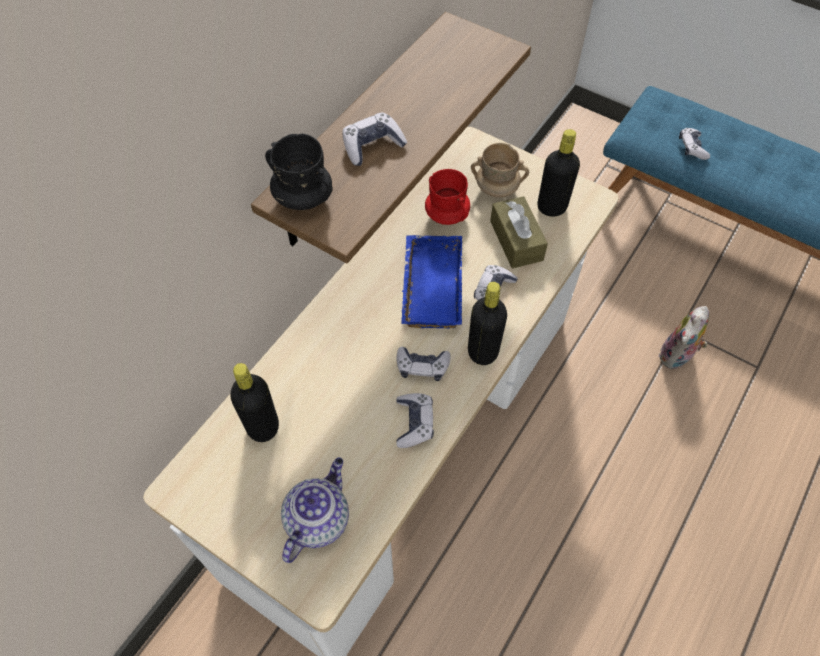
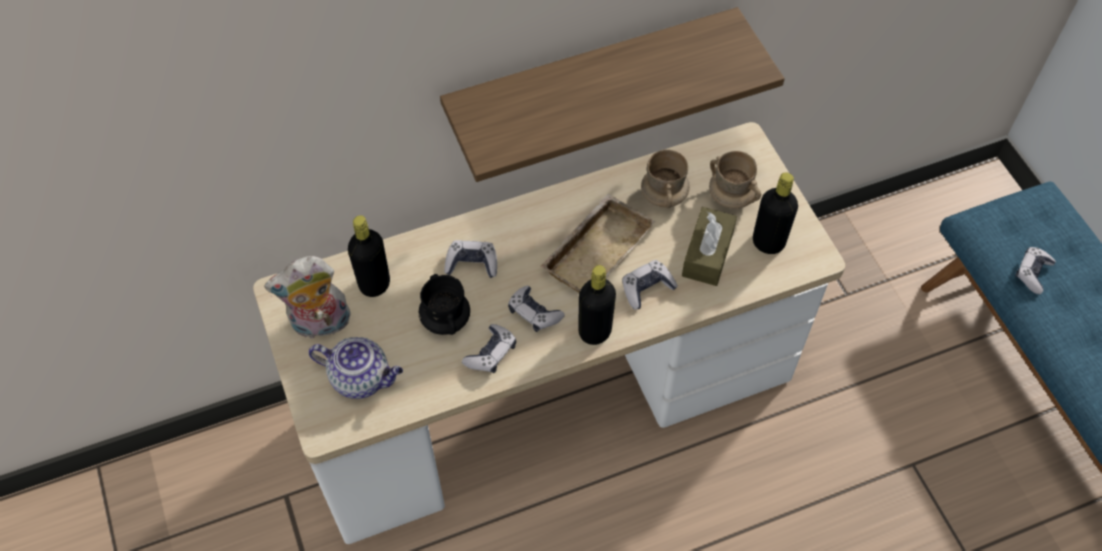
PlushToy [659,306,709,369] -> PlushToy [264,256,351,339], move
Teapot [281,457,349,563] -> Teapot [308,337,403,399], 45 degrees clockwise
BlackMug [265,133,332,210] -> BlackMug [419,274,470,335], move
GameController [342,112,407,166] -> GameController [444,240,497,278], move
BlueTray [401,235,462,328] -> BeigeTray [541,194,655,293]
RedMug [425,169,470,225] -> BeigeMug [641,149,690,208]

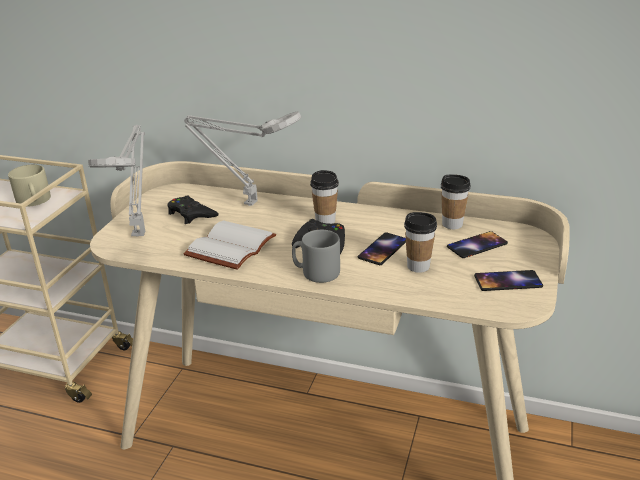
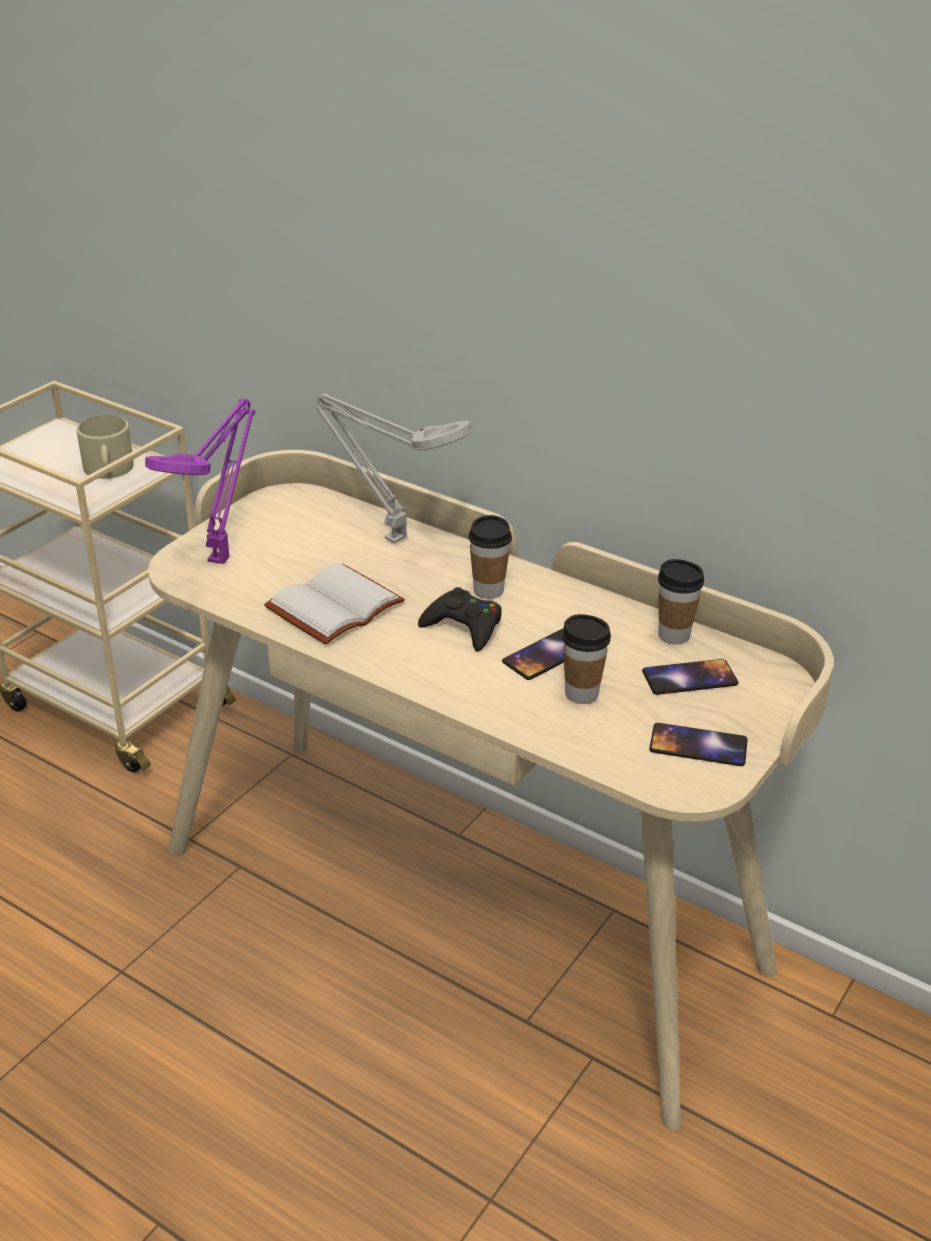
GreyTableLamp [88,125,145,237] -> PurpleTableLamp [145,398,255,564]
BlackGameController [167,196,219,224] -> none
GreyMug [292,230,340,283] -> none

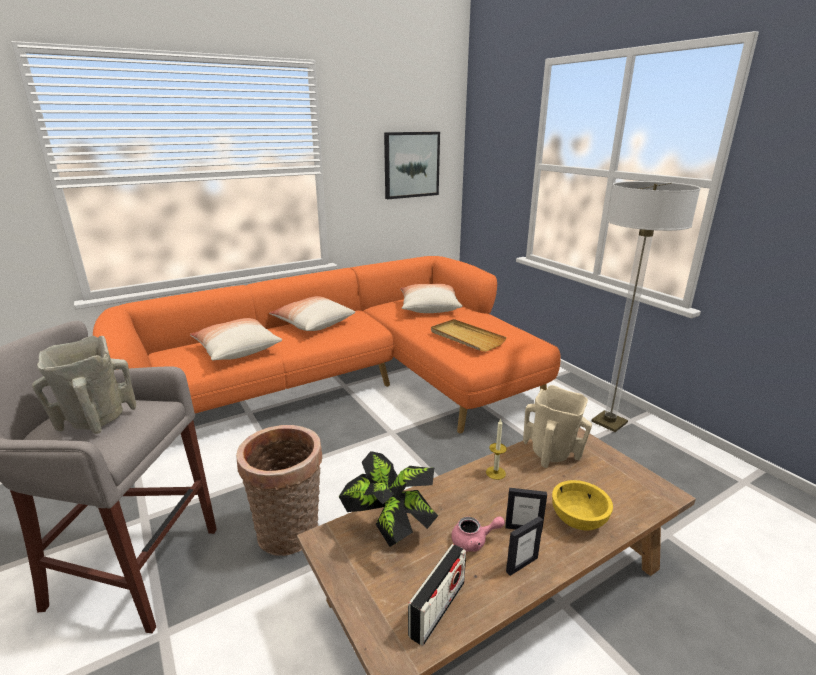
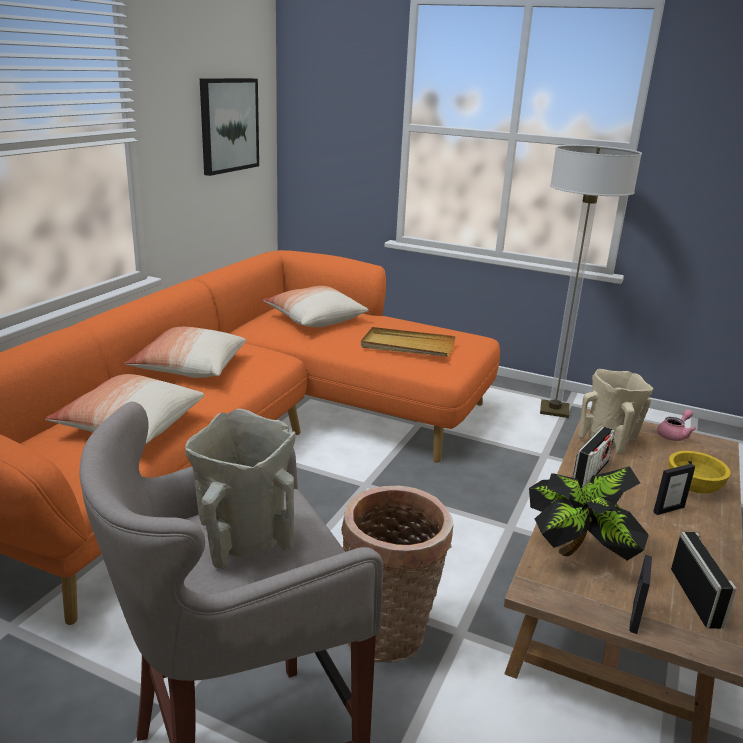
Candle [486,419,507,480] -> Radio [573,427,615,488]
PictureFrame [506,517,543,576] -> PictureFrame [629,555,652,634], move
PinkTeapot [451,516,505,552] -> PinkTeapot [657,409,696,441], move

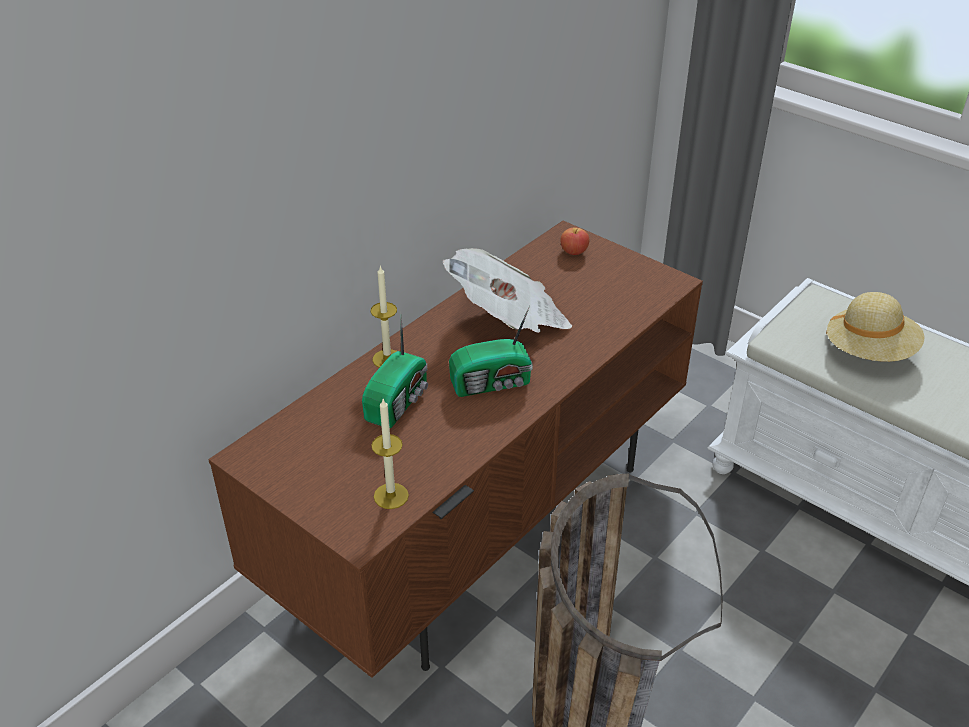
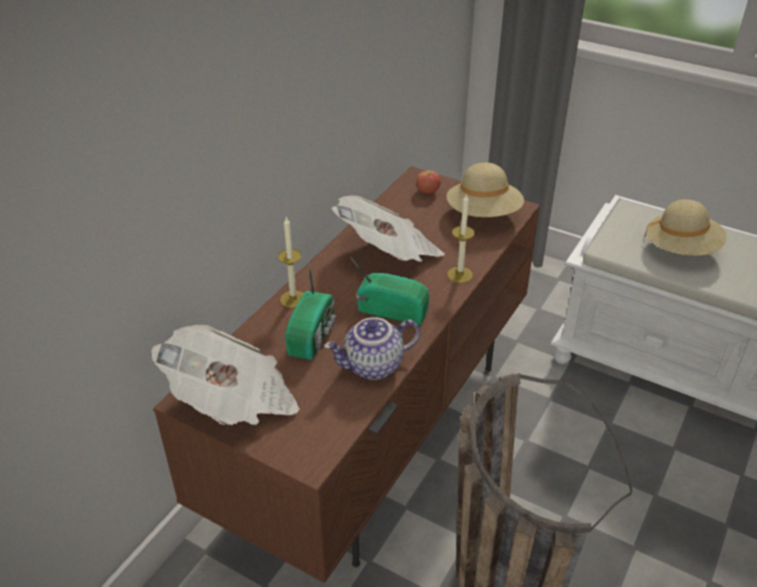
none -> Newspaper [151,325,300,426]
none -> Teapot [324,317,420,380]
Radio [449,305,533,397] -> Radio [350,257,429,325], 135 degrees counterclockwise
none -> BeigeHat [447,162,524,217]
Candle [371,399,409,509] -> Candle [447,193,475,283], move

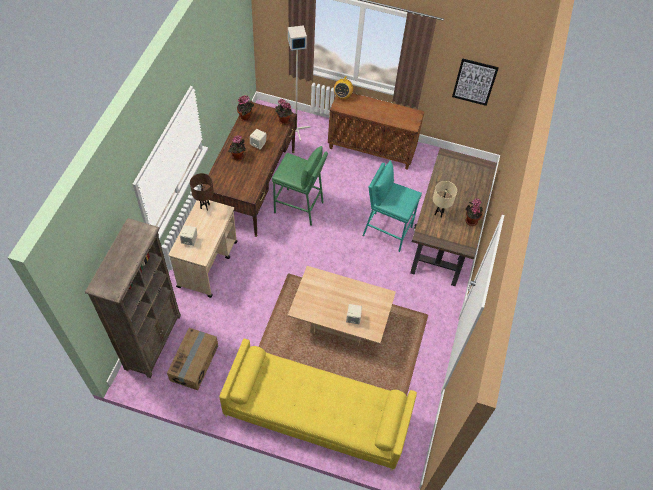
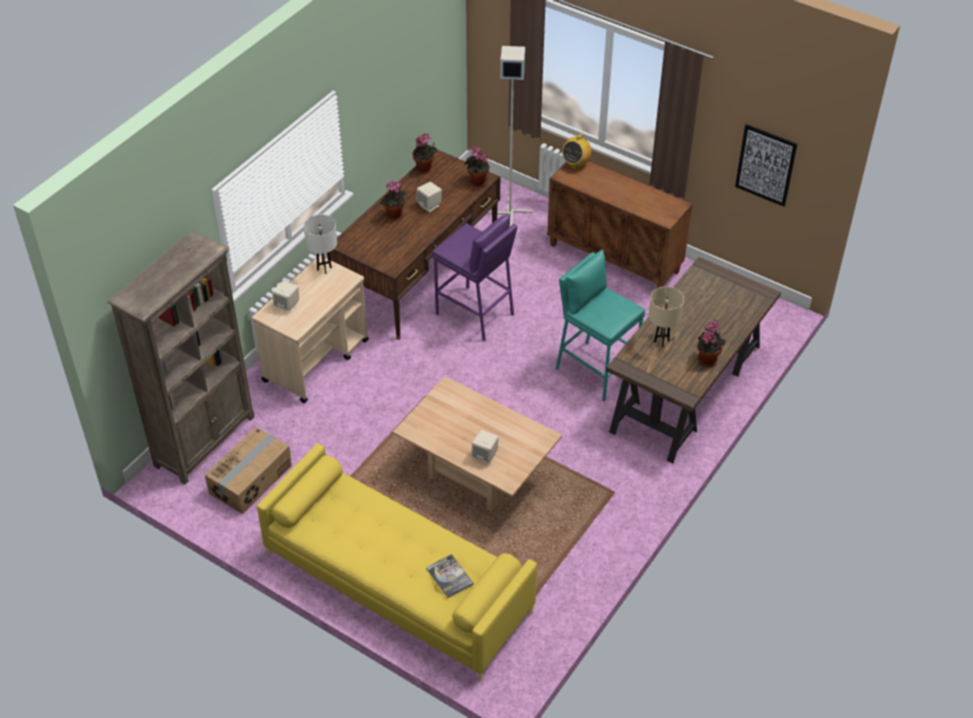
BrownTableLamp [190,173,214,211] -> WhiteTableLamp [304,214,337,274]
none -> Book [426,554,474,598]
GreenStool [272,146,328,226] -> PurpleStool [432,214,517,341]

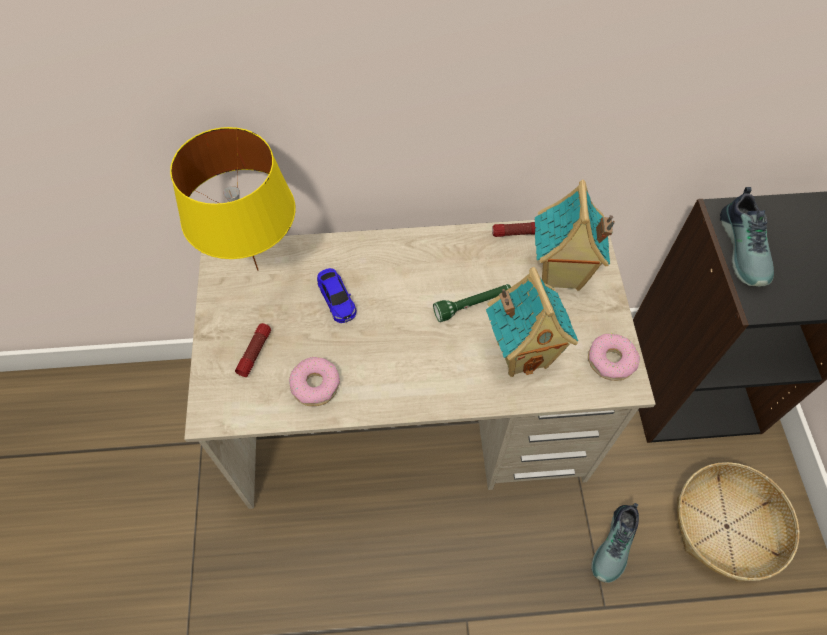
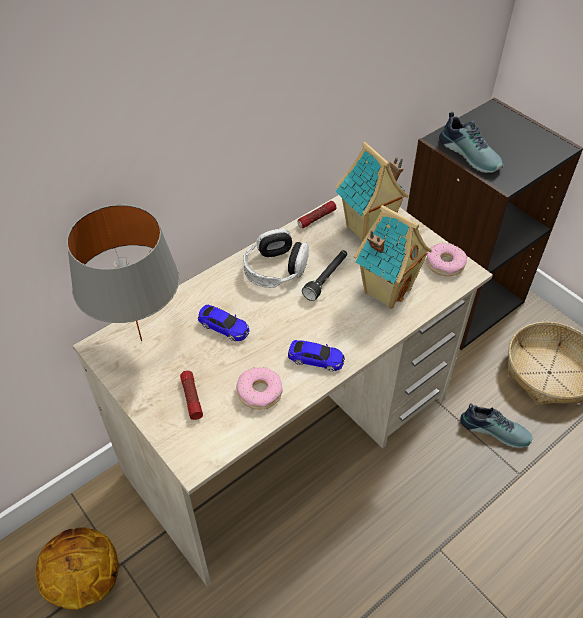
none -> Basketball [35,527,119,610]
YellowTableLamp [170,127,295,271] -> GreyTableLamp [67,204,180,341]
none -> Headphones [243,229,309,288]
none -> ToyCar [288,340,345,371]
GreenFlashlight [433,284,511,322] -> BlackFlashlight [302,250,347,301]
Shoe [591,503,639,583] -> Shoe [460,403,533,448], 60 degrees counterclockwise

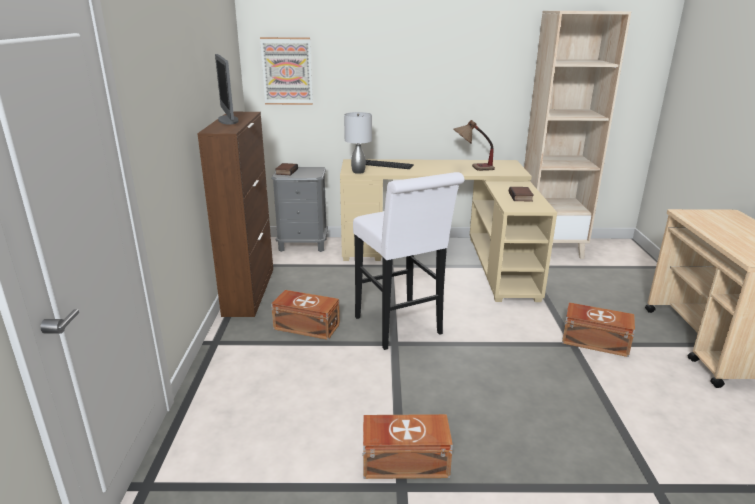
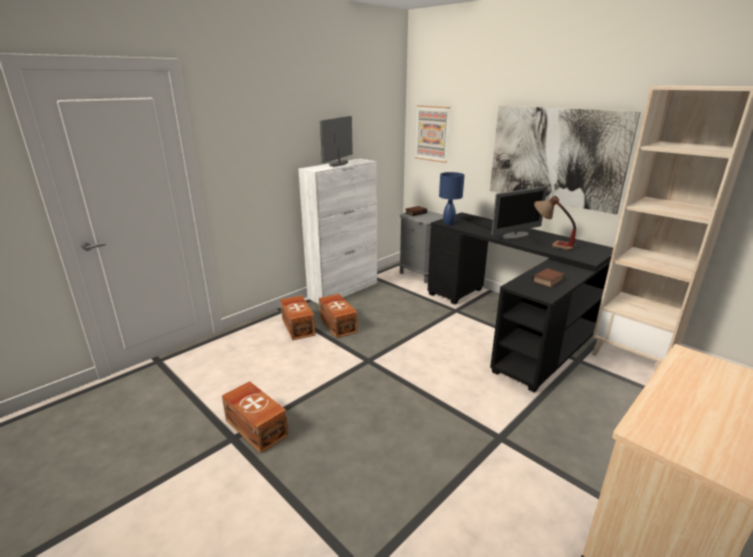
BrownStorageBox [562,302,635,357] -> BrownStorageBox [280,295,315,340], move
BrownCabinet [197,112,273,317] -> WhiteCabinet [298,159,377,304]
BeigeDesk [340,159,557,302] -> BlackDesk [427,212,613,393]
GreyTableLamp [344,112,372,174] -> BlueTableLamp [439,172,464,225]
none -> Picture [490,105,641,214]
none -> Monitor [491,187,547,239]
WhiteStool [353,172,465,350] -> none

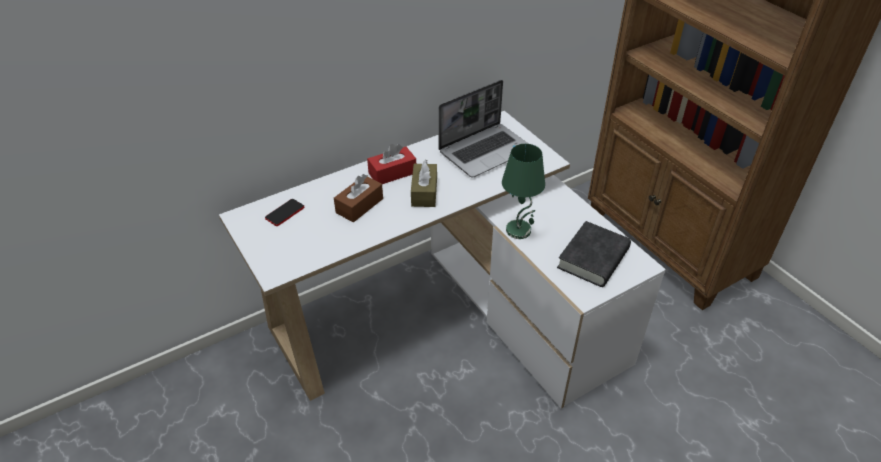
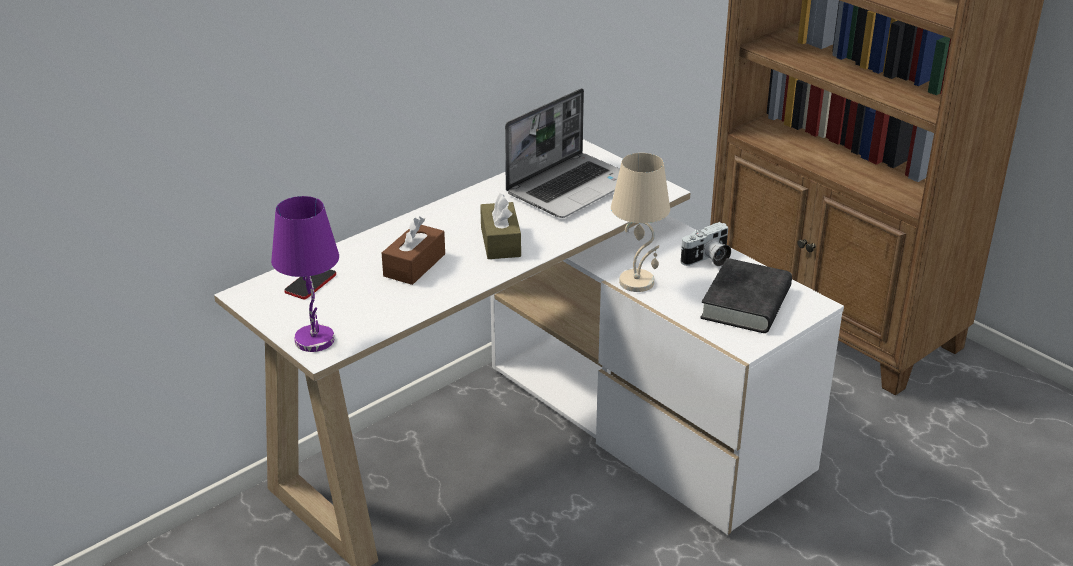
none -> PurpleTableLamp [271,196,339,352]
GreenTableLamp [502,144,545,239] -> BeigeTableLamp [611,153,670,292]
none -> PhotoCamera [681,222,731,266]
RedTissueBox [367,144,416,184] -> none

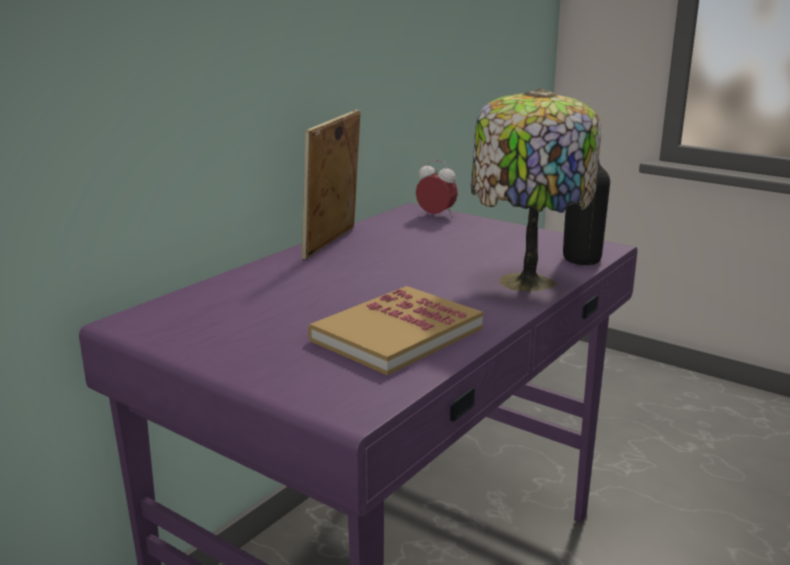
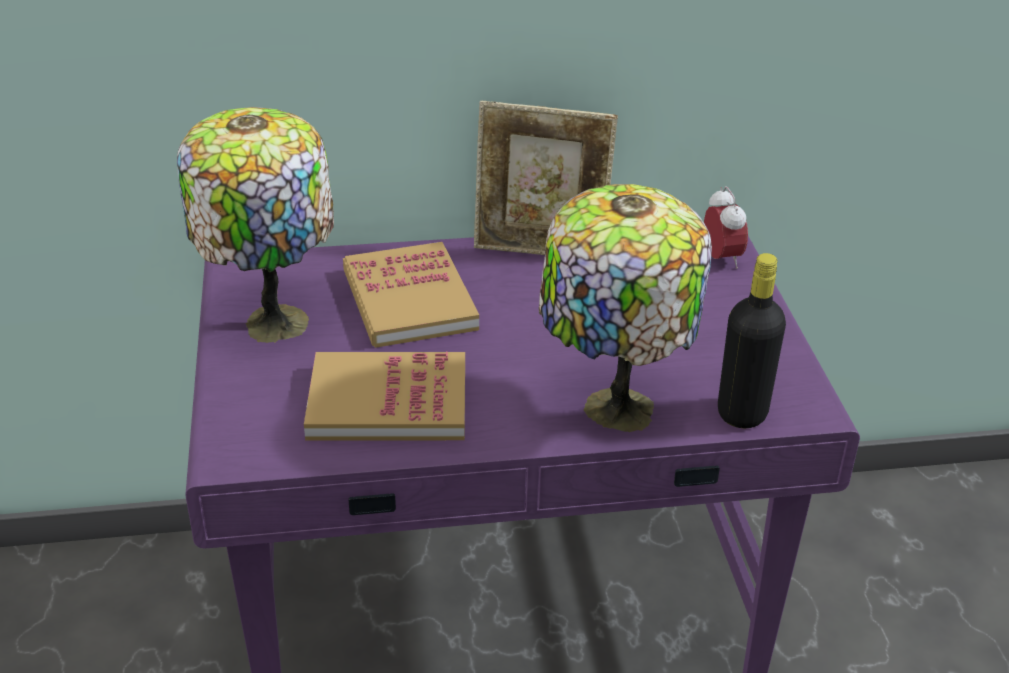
none -> TableLamp [177,107,334,343]
none -> Book [343,242,479,348]
PictureFrame [301,110,360,259] -> PictureFrame [474,100,618,255], 150 degrees counterclockwise

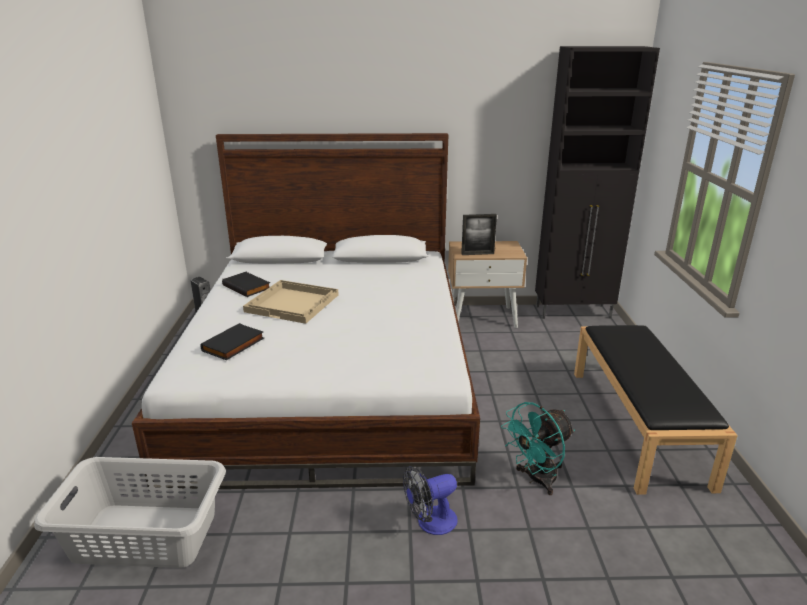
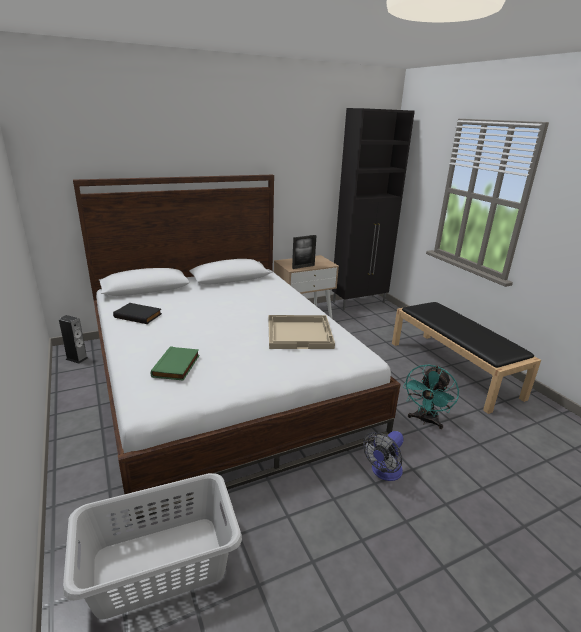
BlackBook [200,323,264,360] -> GreenBook [151,346,200,381]
BeigeTray [243,280,339,324] -> BeigeTray [268,315,335,349], move

